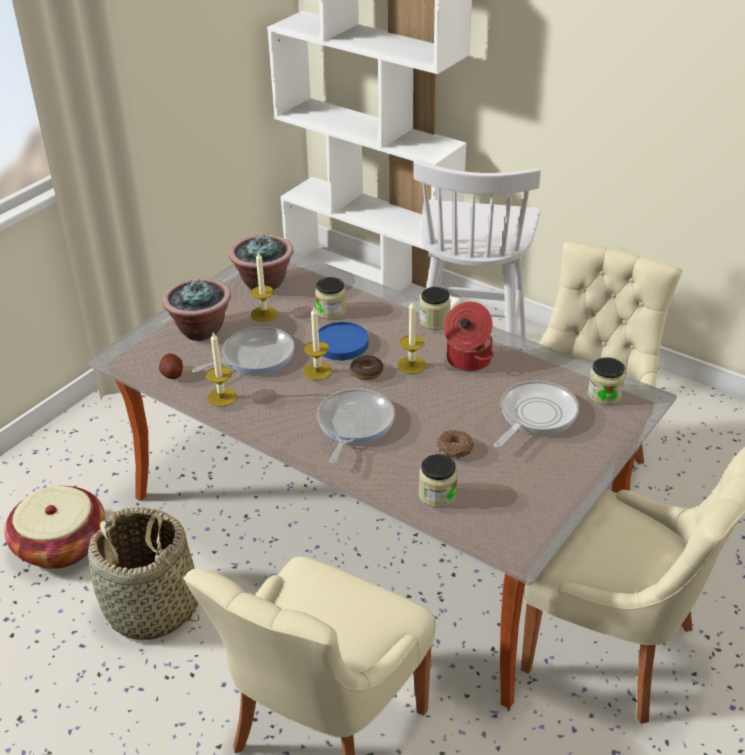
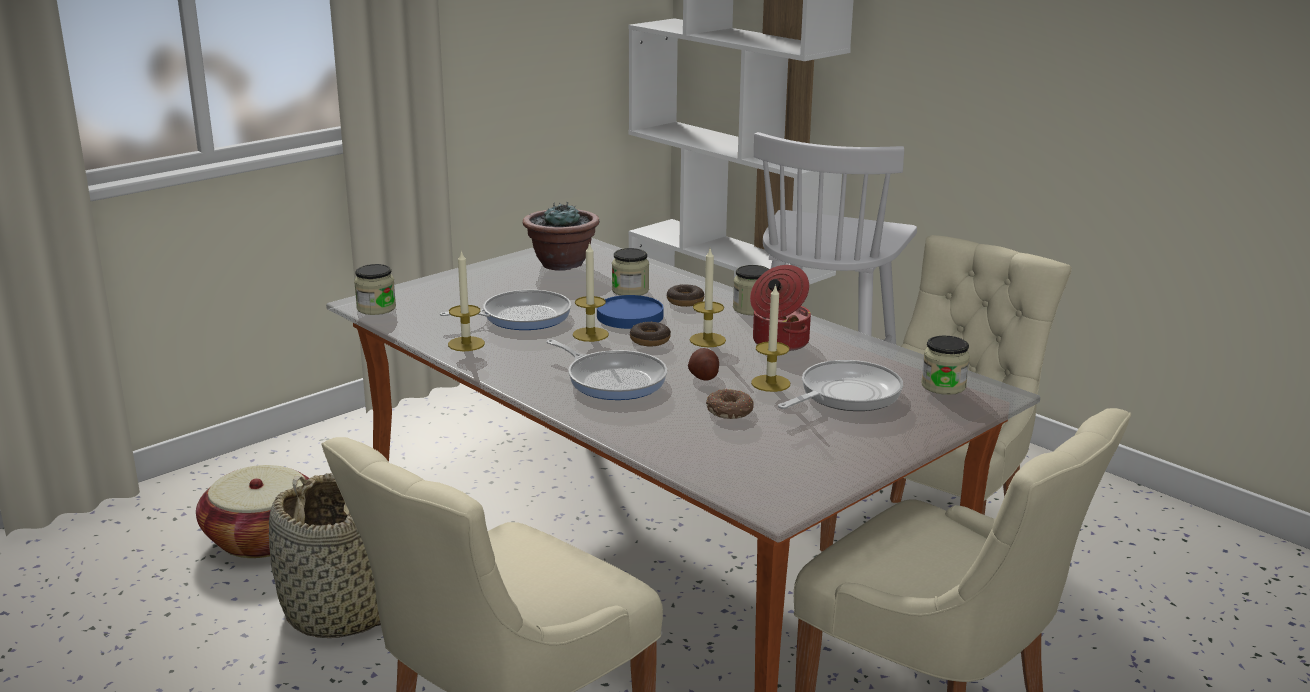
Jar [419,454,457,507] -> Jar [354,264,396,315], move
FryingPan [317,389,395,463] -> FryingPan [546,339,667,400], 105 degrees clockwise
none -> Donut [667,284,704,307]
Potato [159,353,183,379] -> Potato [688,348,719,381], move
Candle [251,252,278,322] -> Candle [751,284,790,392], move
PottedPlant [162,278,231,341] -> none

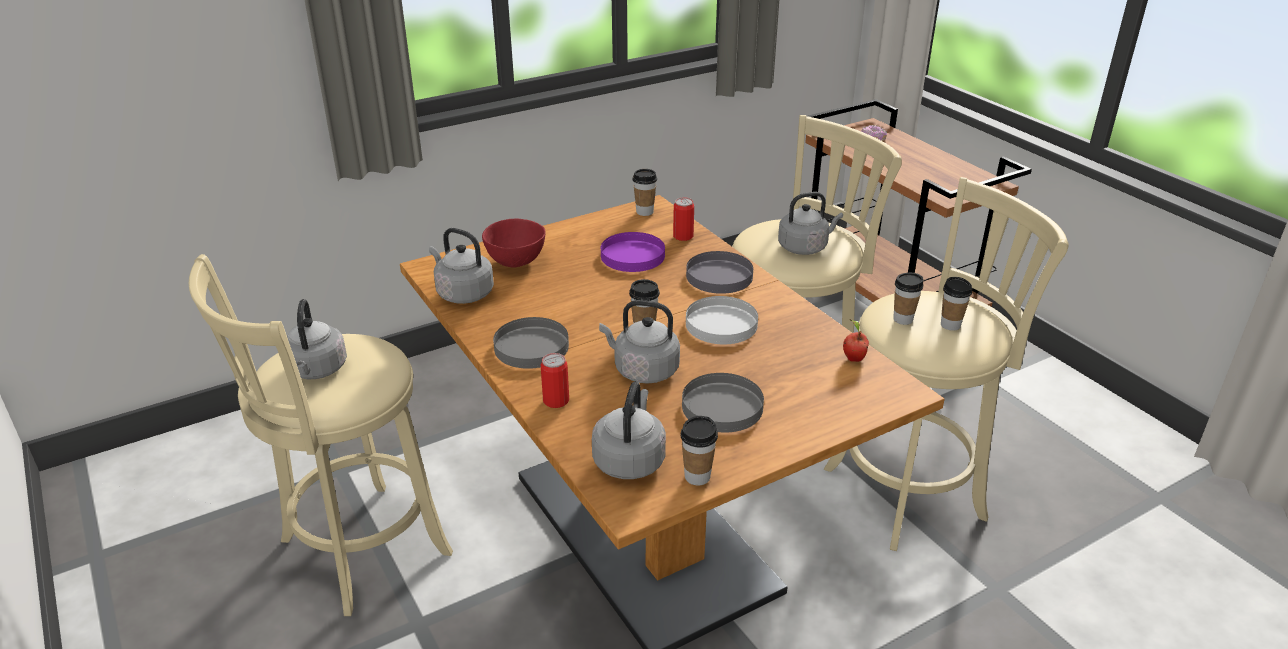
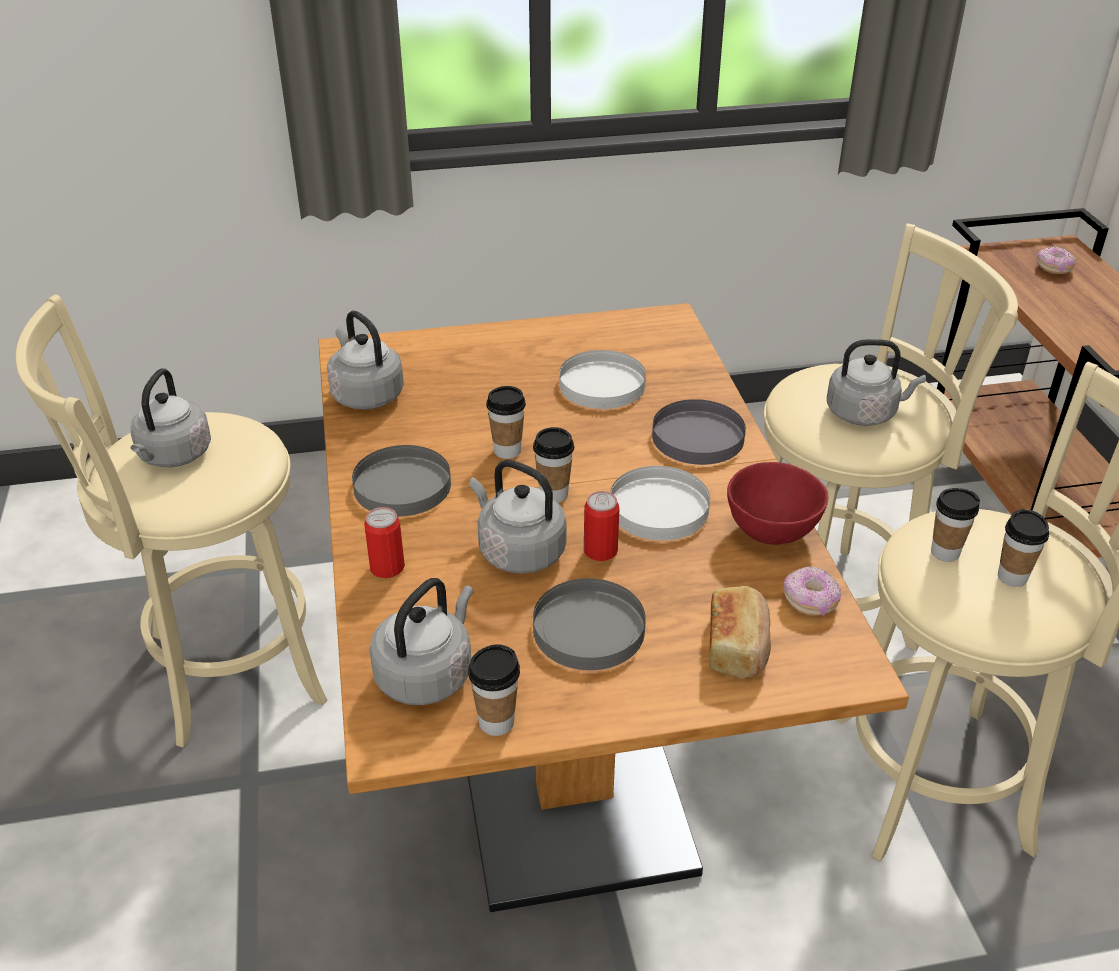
Cup [633,169,657,216] -> Cup [486,386,526,459], move
PurplePlate [601,232,665,272] -> WhitePlate [559,350,646,409]
Can [673,197,694,241] -> Can [584,491,619,561], move
none -> Bread [709,586,771,679]
RedBowl [482,219,546,268] -> RedBowl [727,462,828,545], move
Apple [843,319,869,362] -> Donut [784,566,841,616]

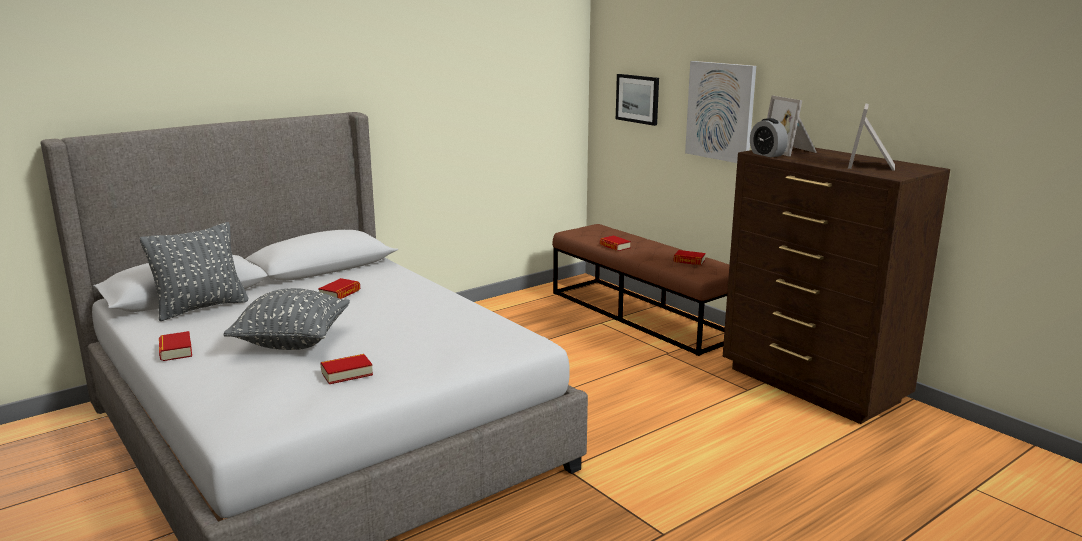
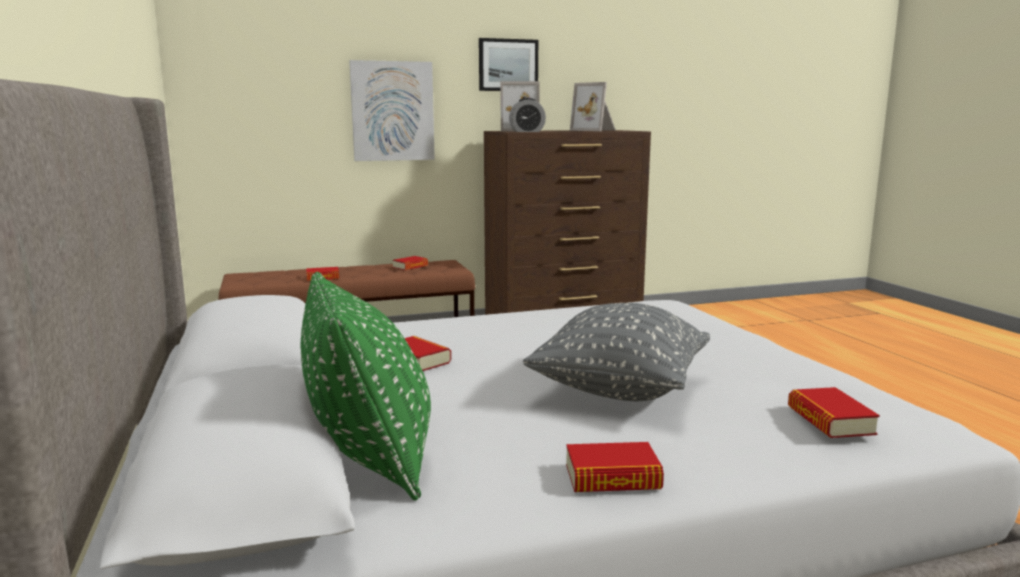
GreyPillow [140,222,248,321] -> GreenPillow [301,272,431,501]
Picture [616,74,659,126] -> Picture [479,38,538,91], move
Book [320,354,373,384] -> Book [788,387,880,438], move

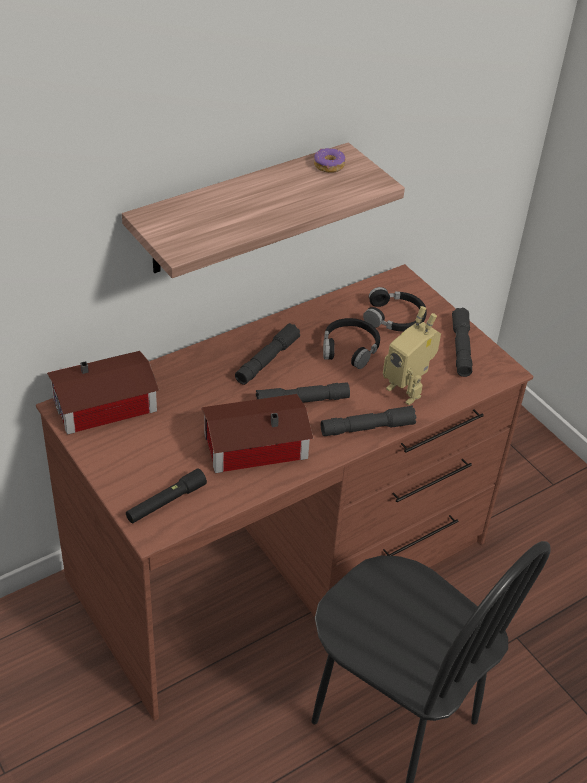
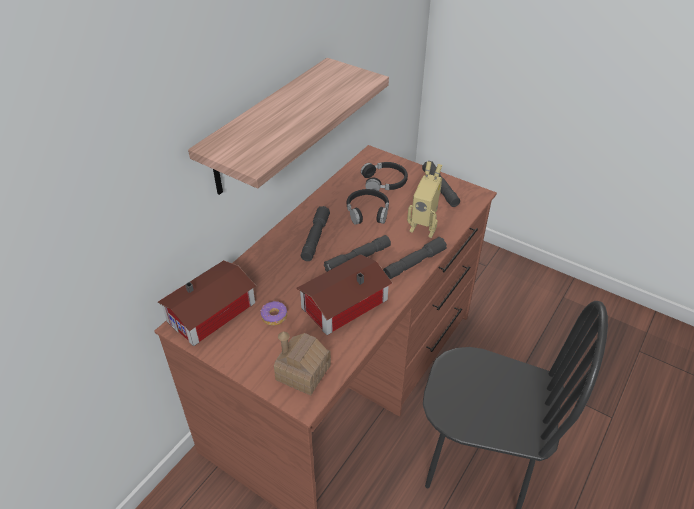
Donut [314,148,345,173] -> Donut [260,301,287,326], move
BlackFlashlight [126,469,207,523] -> ToyHouse [274,331,331,396]

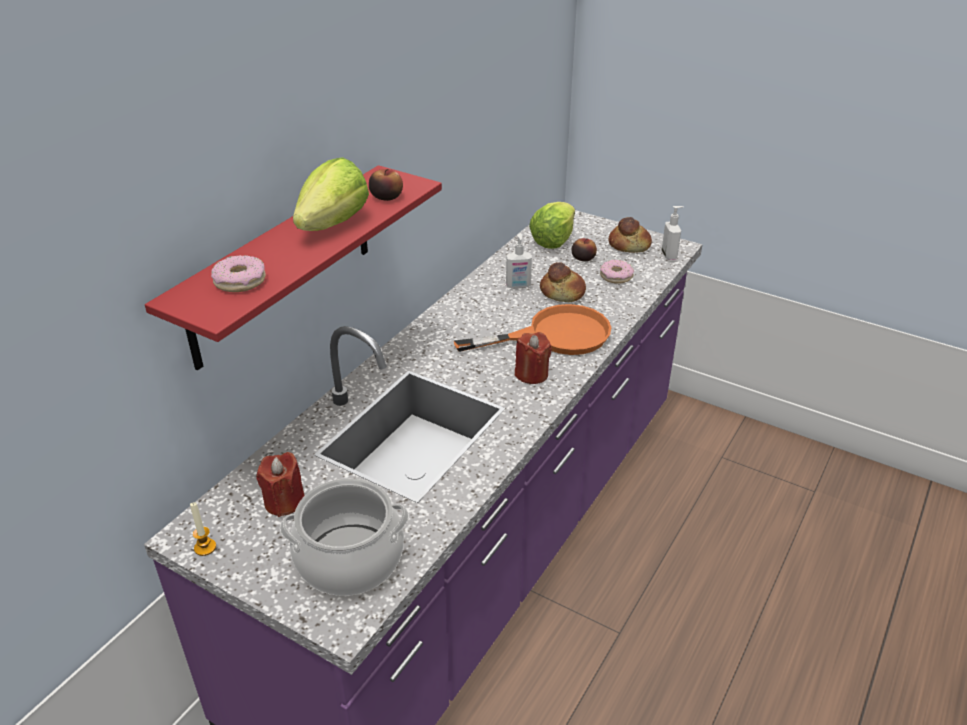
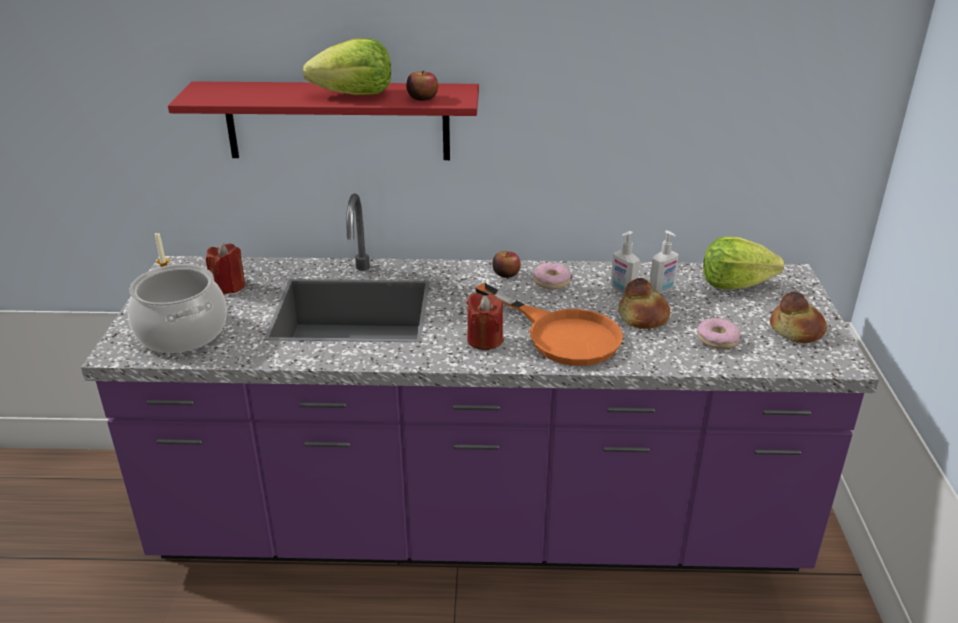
Apple [572,238,597,261] -> Apple [492,251,521,278], move
Donut [211,255,266,292] -> Donut [533,263,571,289], move
SoapDispenser [661,206,684,260] -> SoapDispenser [649,230,679,294], move

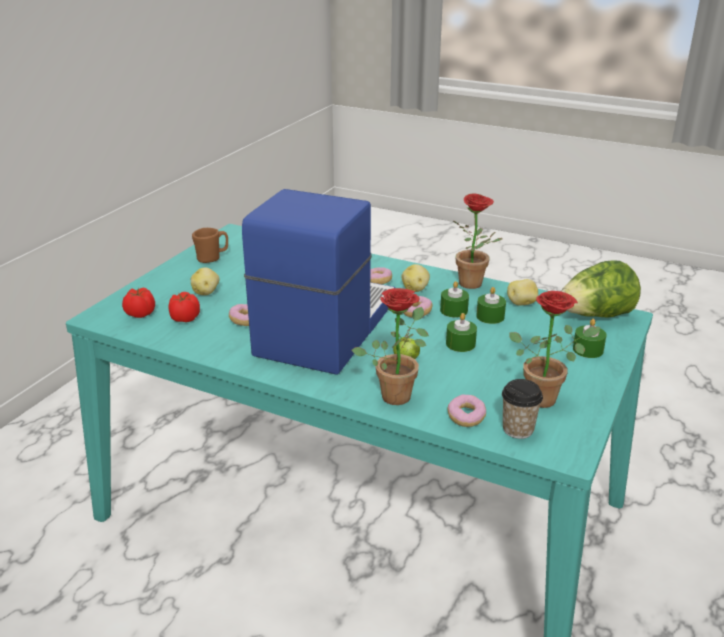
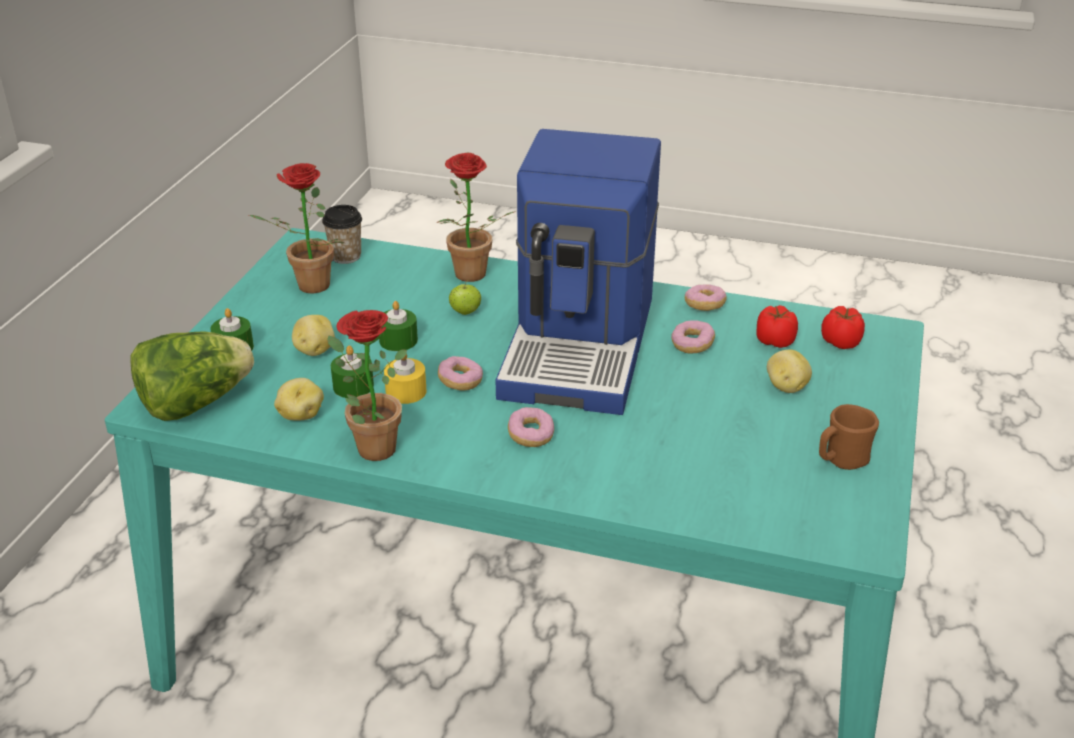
Potato [401,264,430,292] -> Potato [292,315,335,356], move
GreenCandle [440,281,469,318] -> YellowCandle [384,353,427,404]
Donut [448,394,486,427] -> Donut [685,284,727,311], move

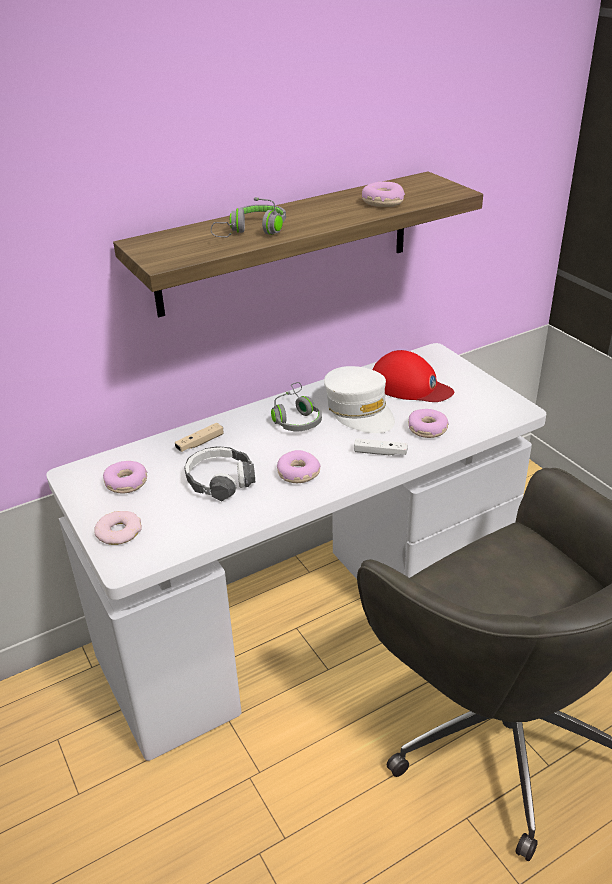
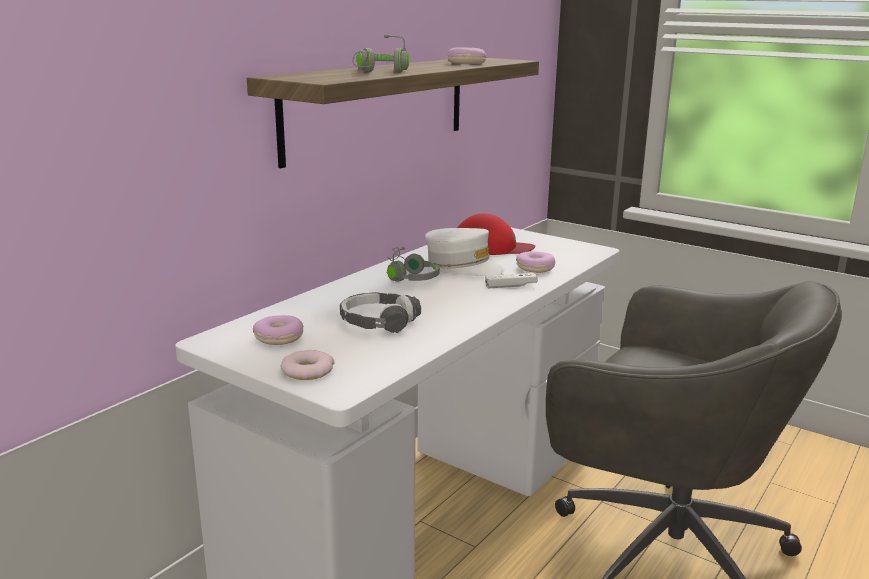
BeigeGameController [175,423,224,452] -> none
Donut [277,450,321,483] -> none

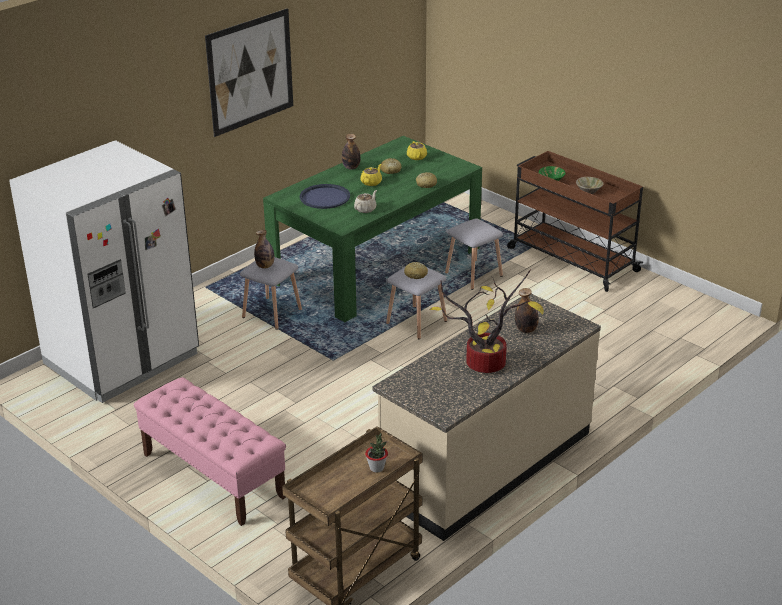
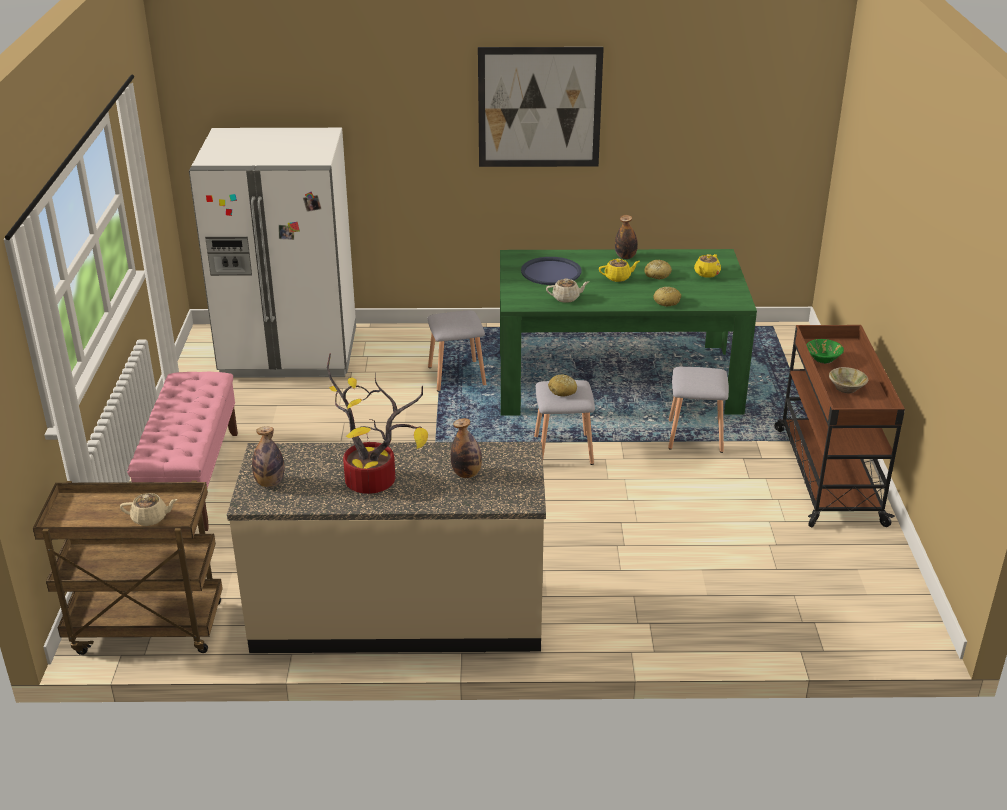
PottedPlant [365,433,388,473] -> BeigeTeapot [120,493,178,526]
Bottle [254,230,274,269] -> Bottle [252,426,284,487], move

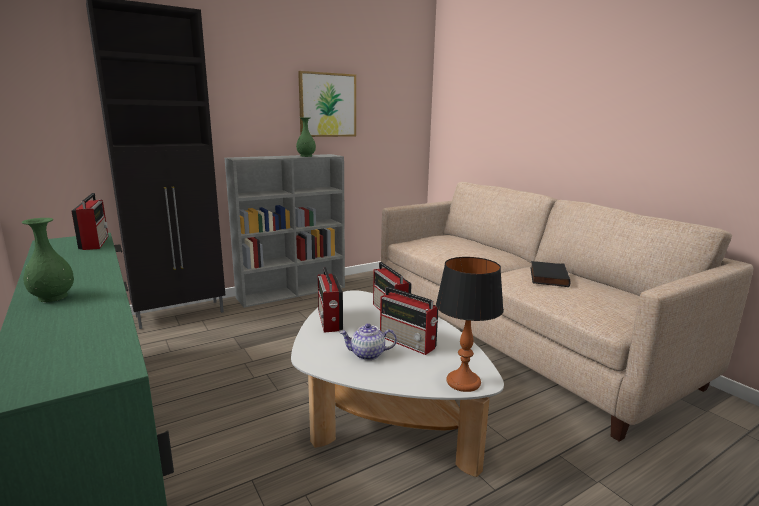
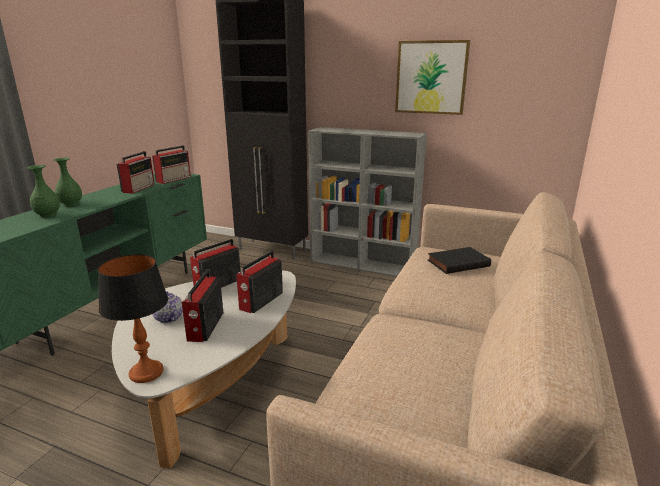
GreenVase [296,117,316,157] -> GreenVase [27,165,60,218], move
none -> Radio [117,151,155,194]
BlackBook [530,261,571,287] -> BlackBook [428,247,491,274], move

